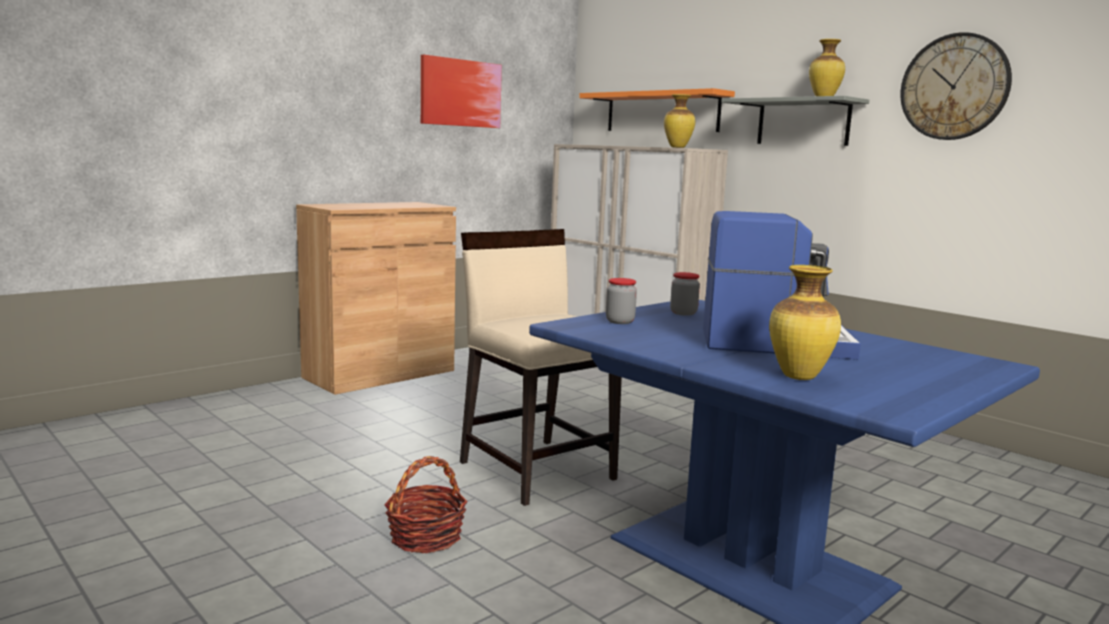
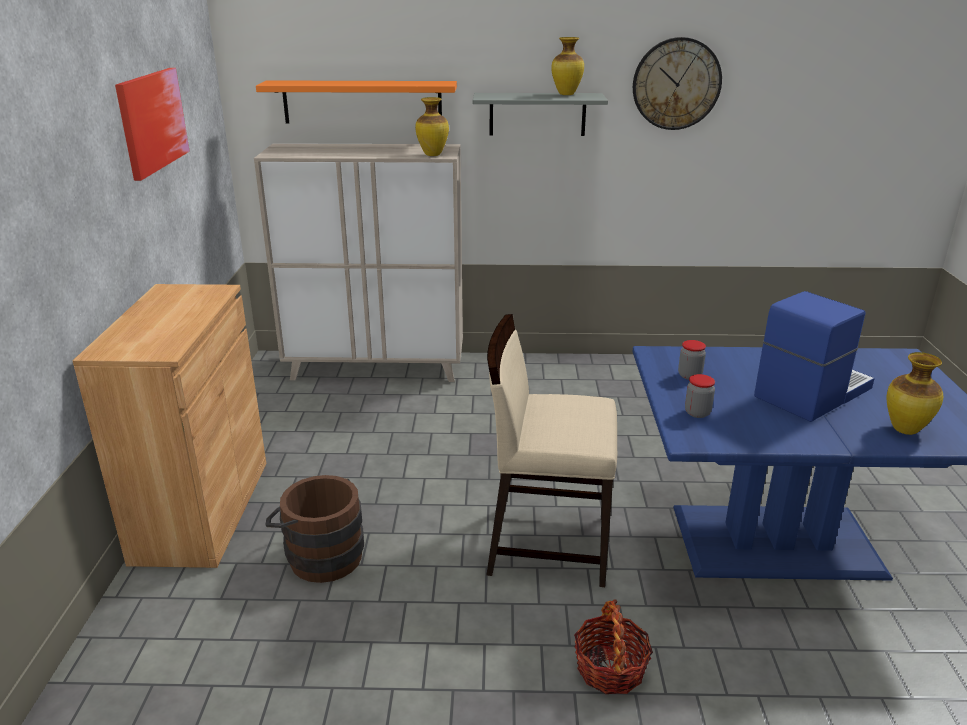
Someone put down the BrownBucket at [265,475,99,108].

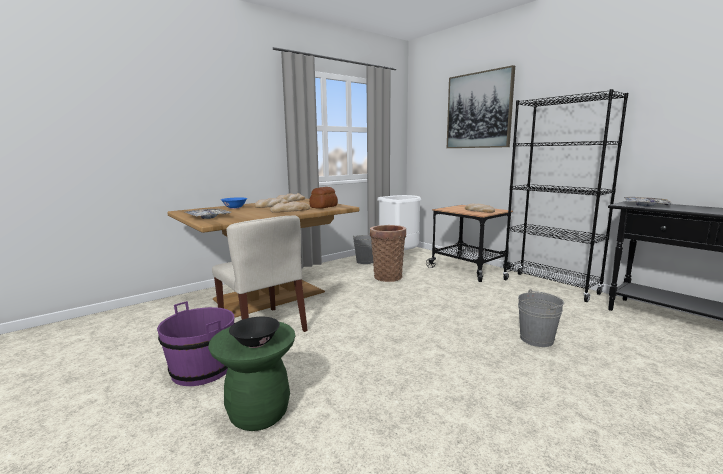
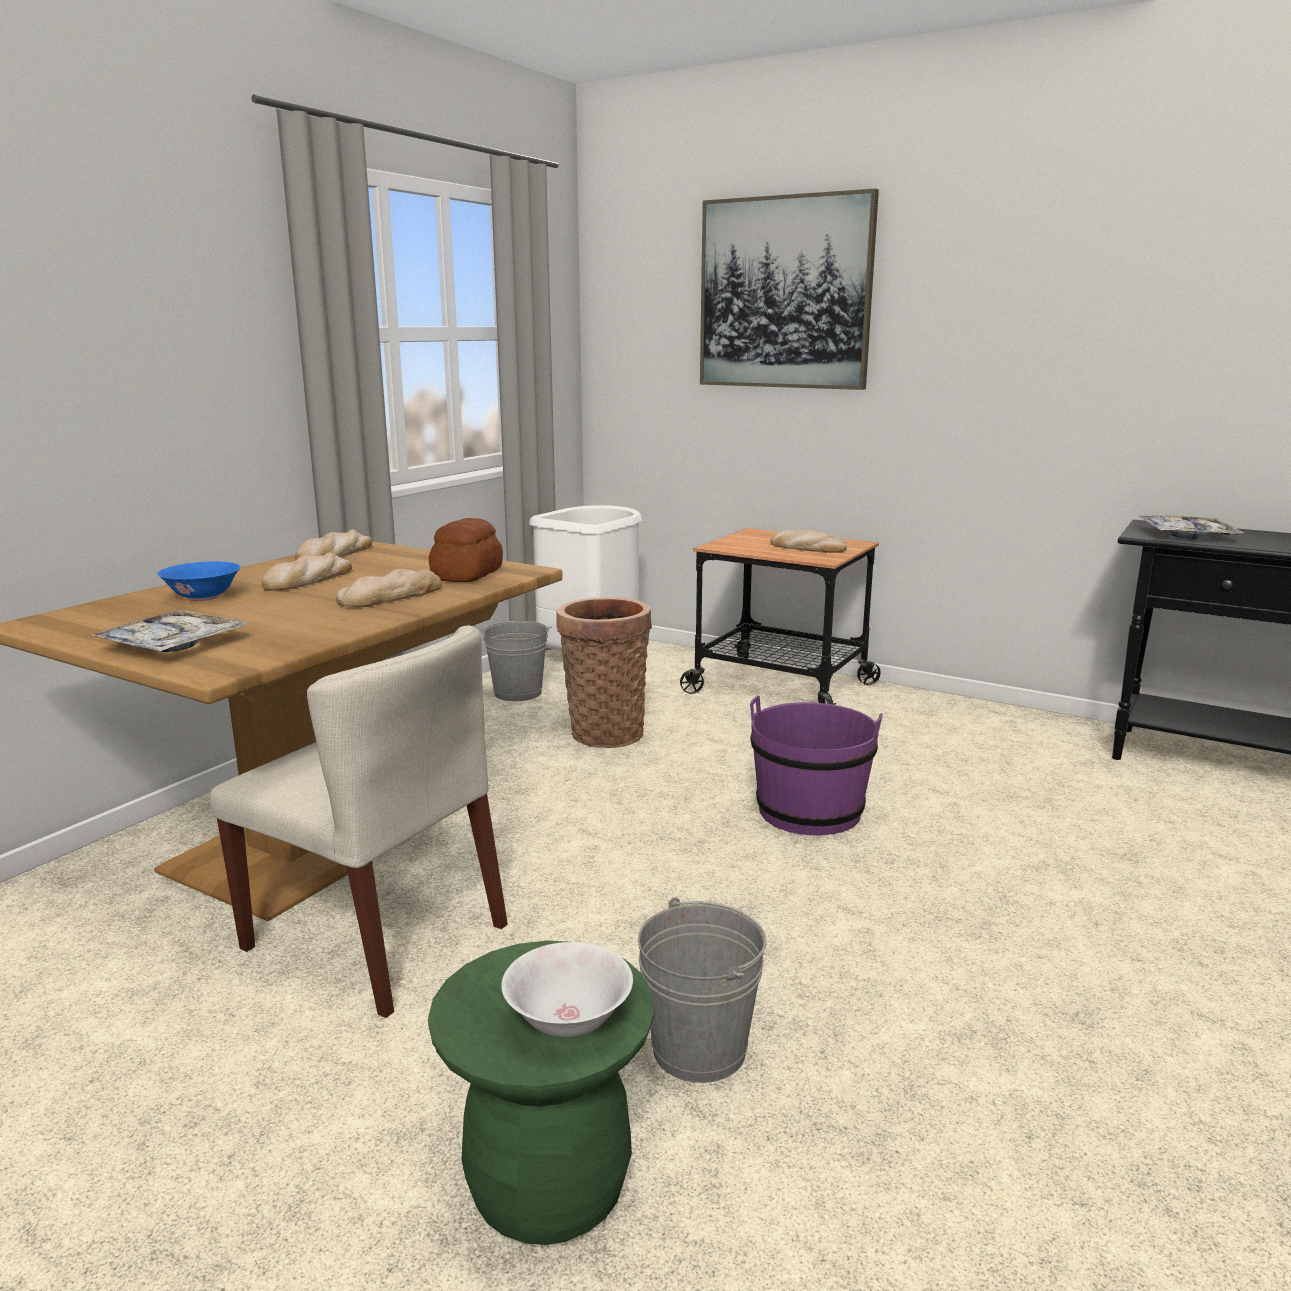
Someone took away the BlackBookcase at [503,89,125,213].
Someone carried the GreyBucket from [518,289,46,58] to [638,897,129,186].
Someone carried the PurpleBucket from [157,301,78,85] to [750,696,133,140].
Someone repainted the BlackBowl at [229,317,51,31], which became the WhiteBowl at [501,942,132,95].

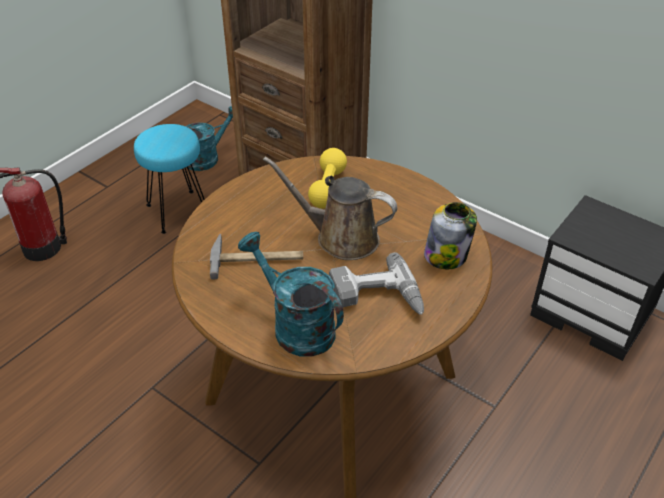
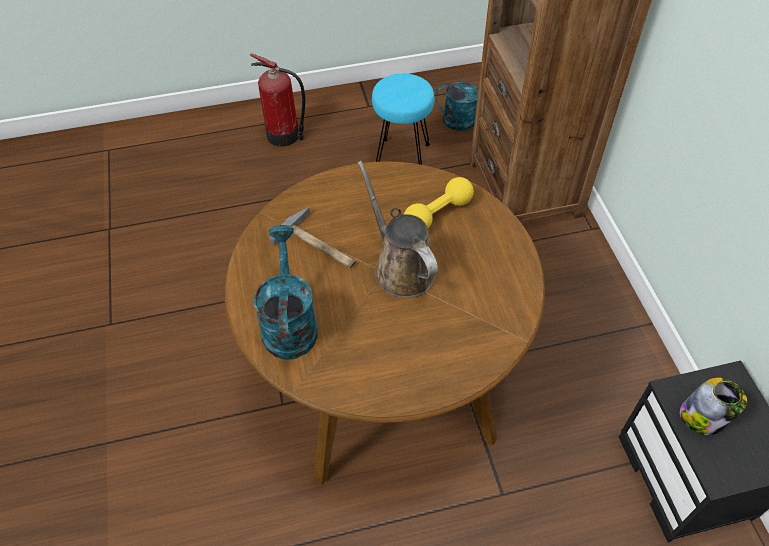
Someone carried the Jar from [424,202,53,67] to [680,378,67,57].
Someone took away the PowerDrill at [329,252,95,62].

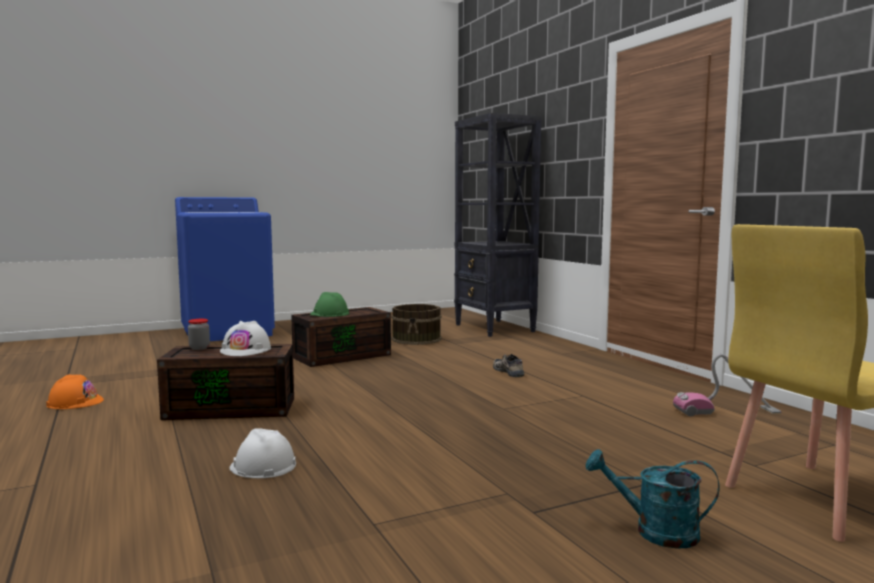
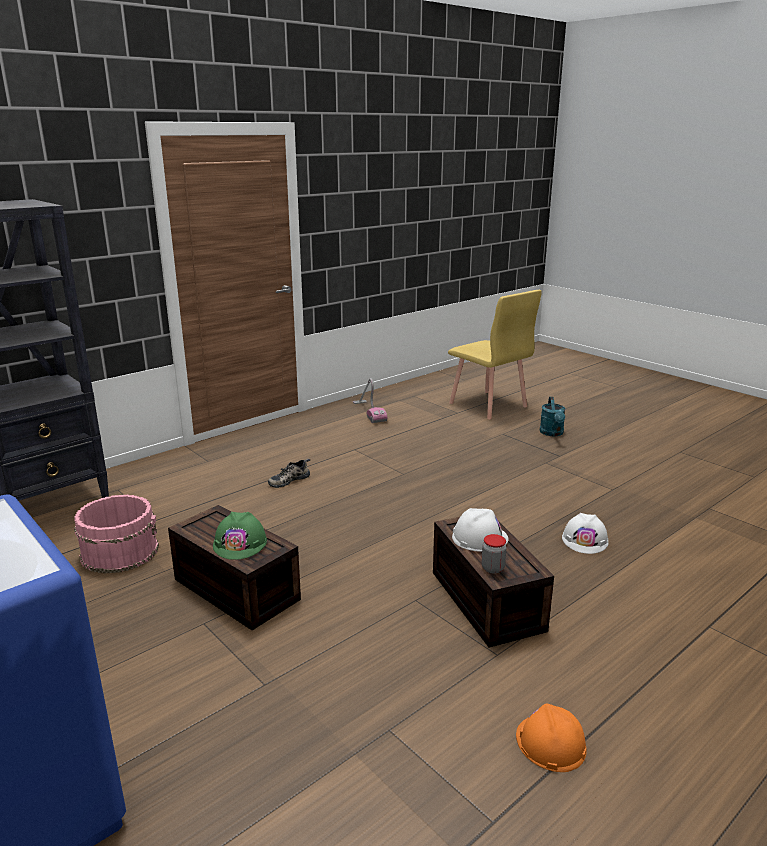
Someone repainted the BrownBucket at [391,304,51,41], which became the PinkBucket at [74,495,85,79].

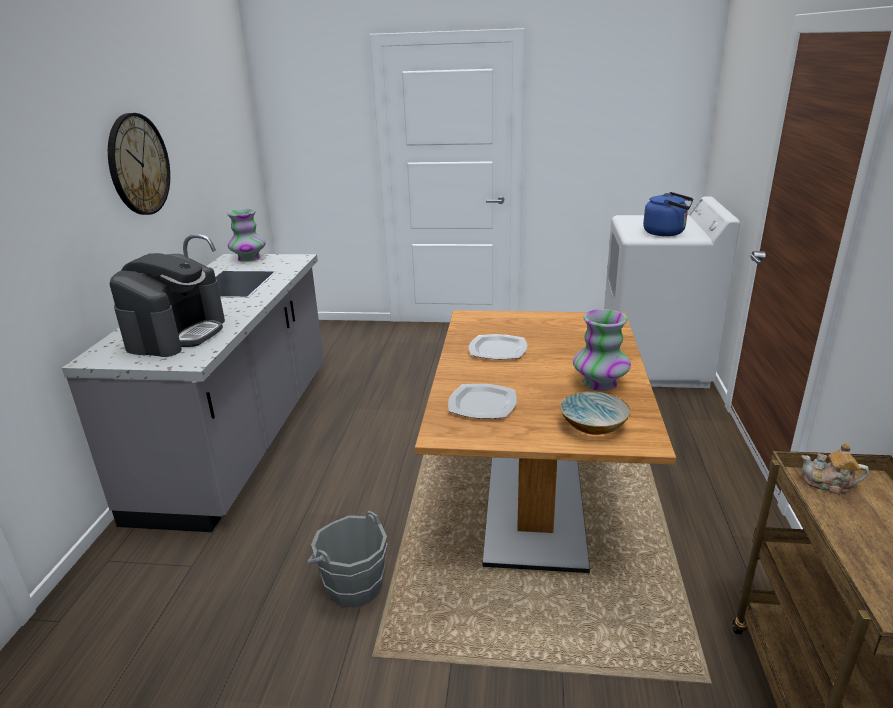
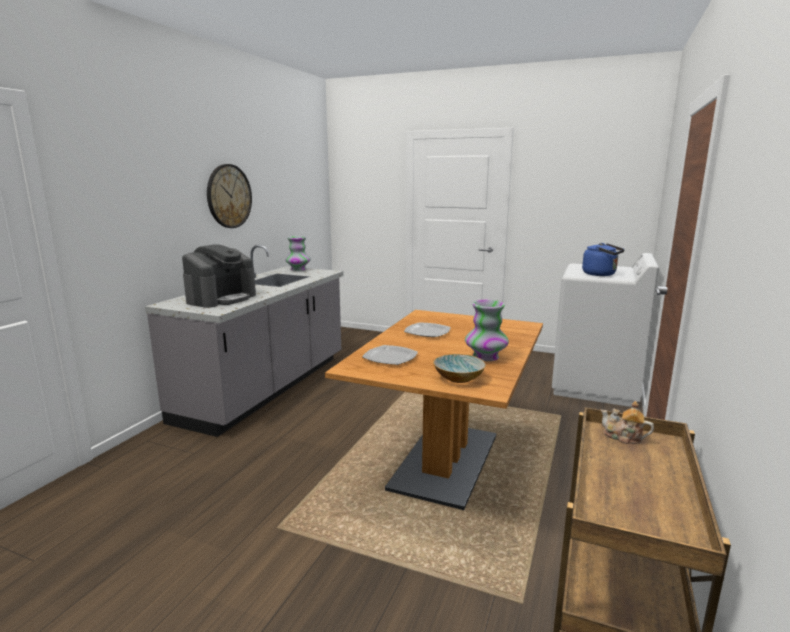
Someone took away the GreyBucket at [307,511,80,97].

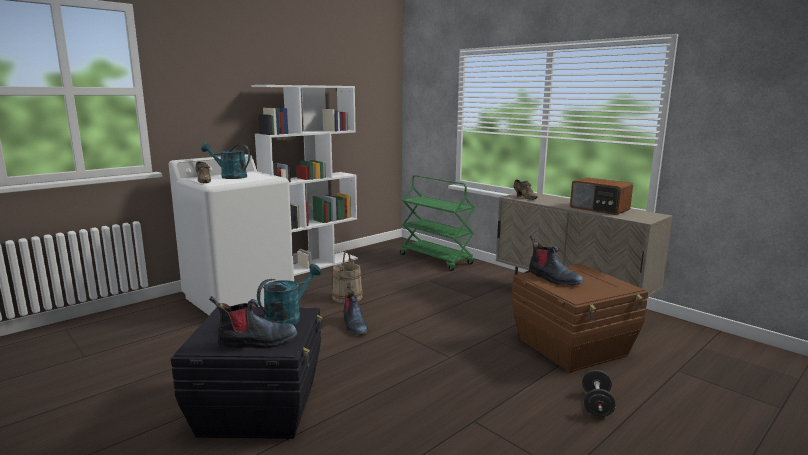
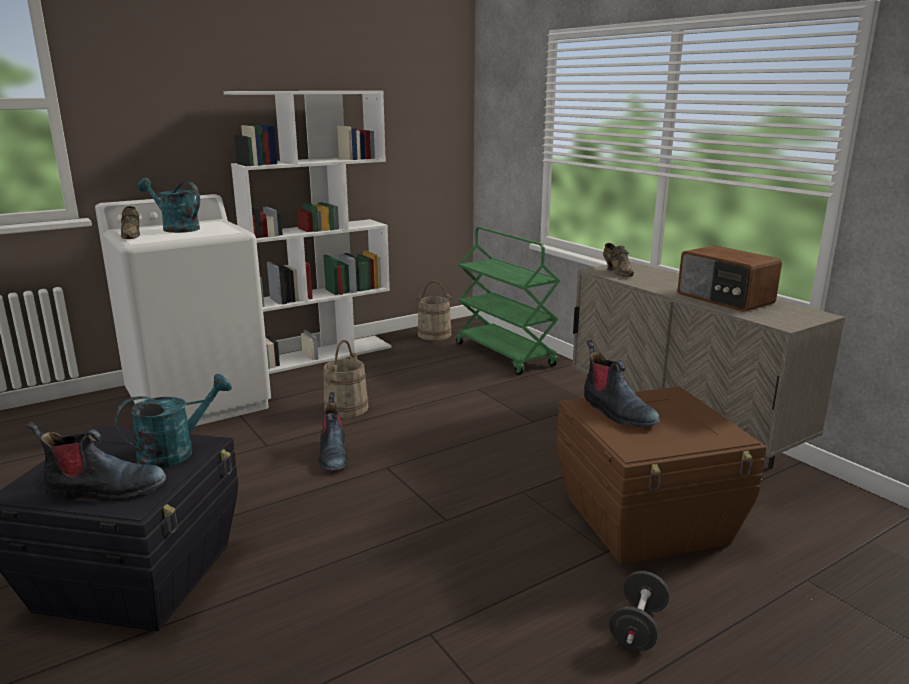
Someone put down the BeigeBucket at [416,281,36,59].

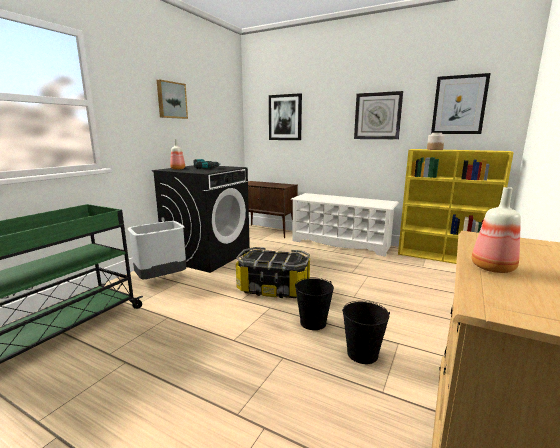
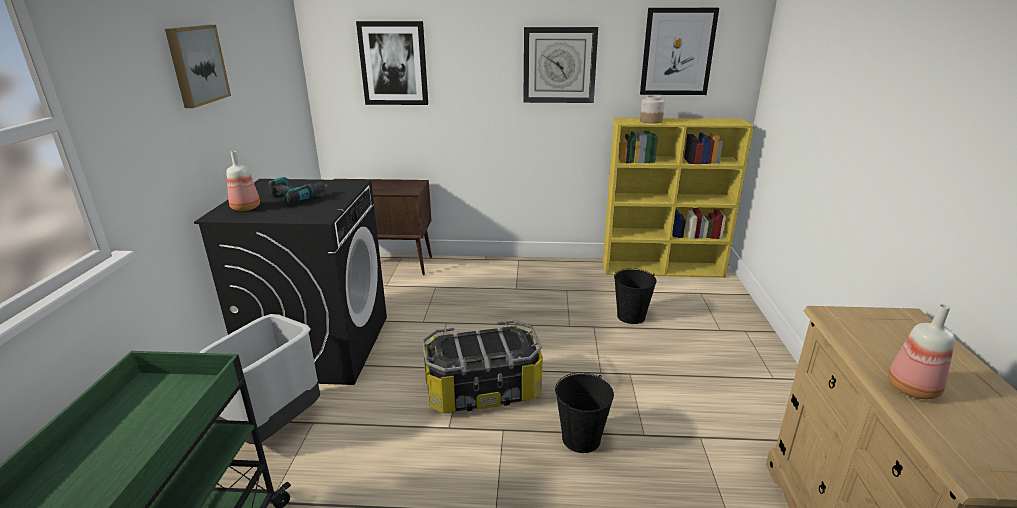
Someone took away the WhiteShoeRack at [291,193,108,64].
Someone carried the BlackBucket from [342,301,48,63] to [614,268,43,56].

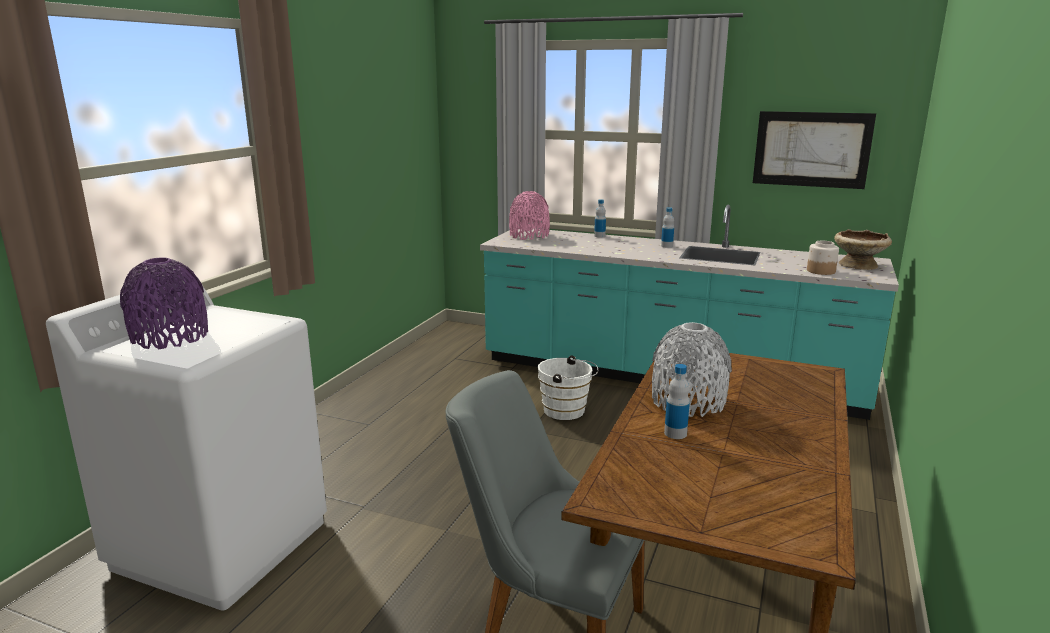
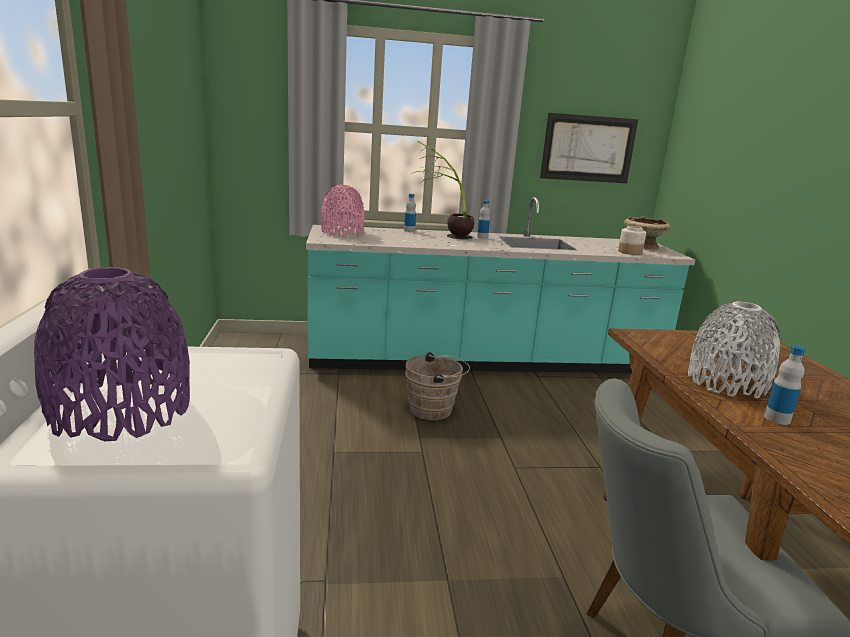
Someone repainted the WhiteBucket at [538,355,60,65], which became the BrownBucket at [405,352,65,68].
Someone put down the PottedPlant at [410,141,64,98].

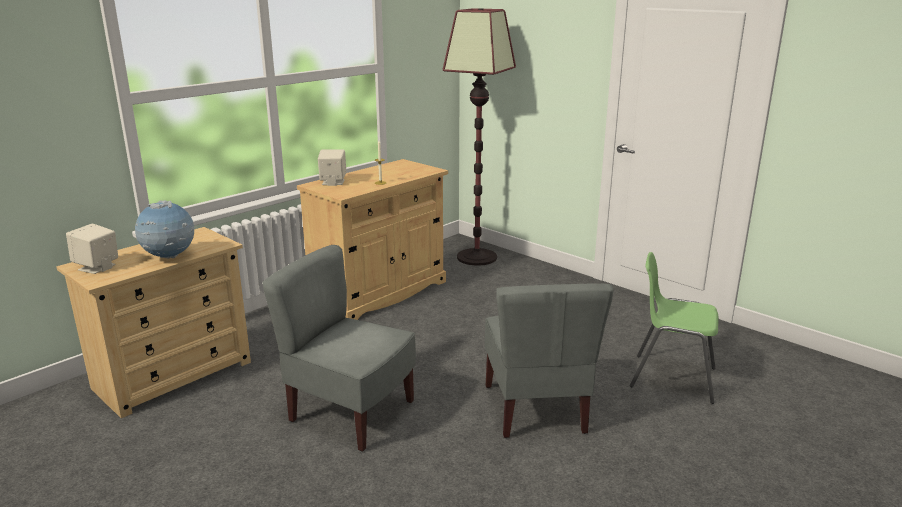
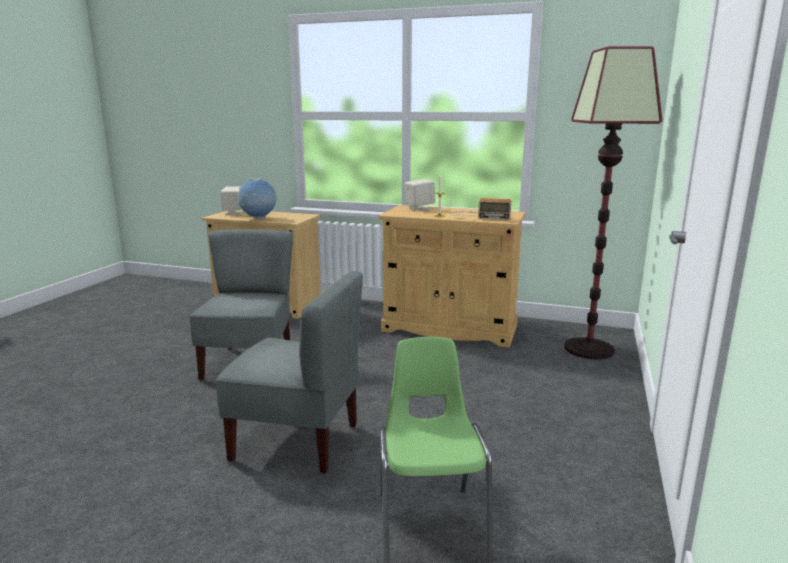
Someone rotated the GreyChair at [485,283,129,155] by 135 degrees counterclockwise.
Someone put down the Radio at [450,198,61,22].

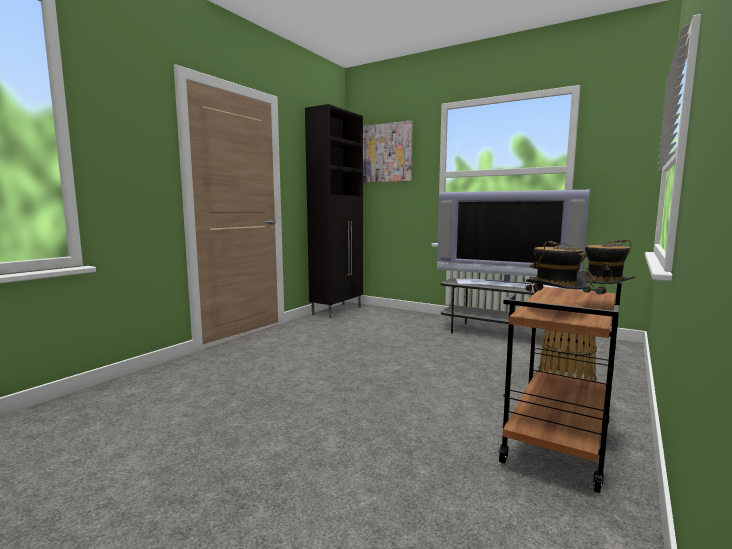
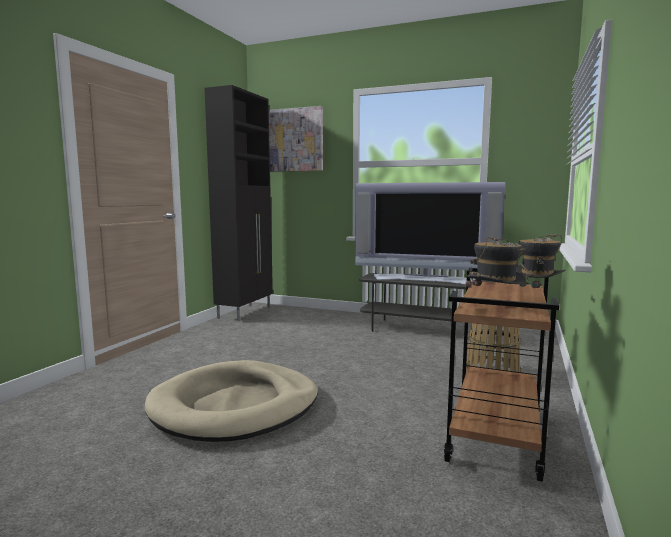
Someone put down the BeigeDogBed at [145,360,173,82].

